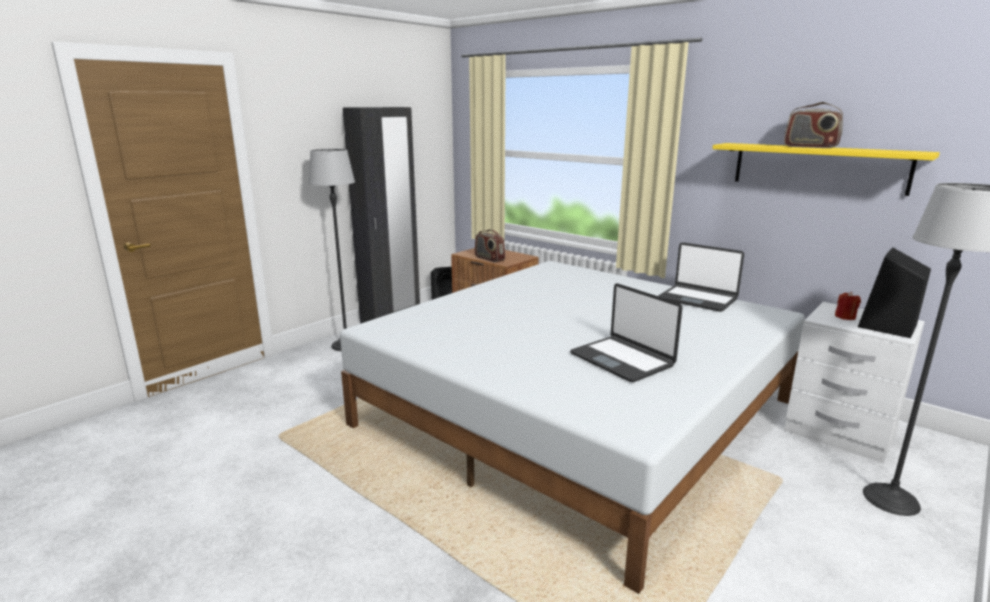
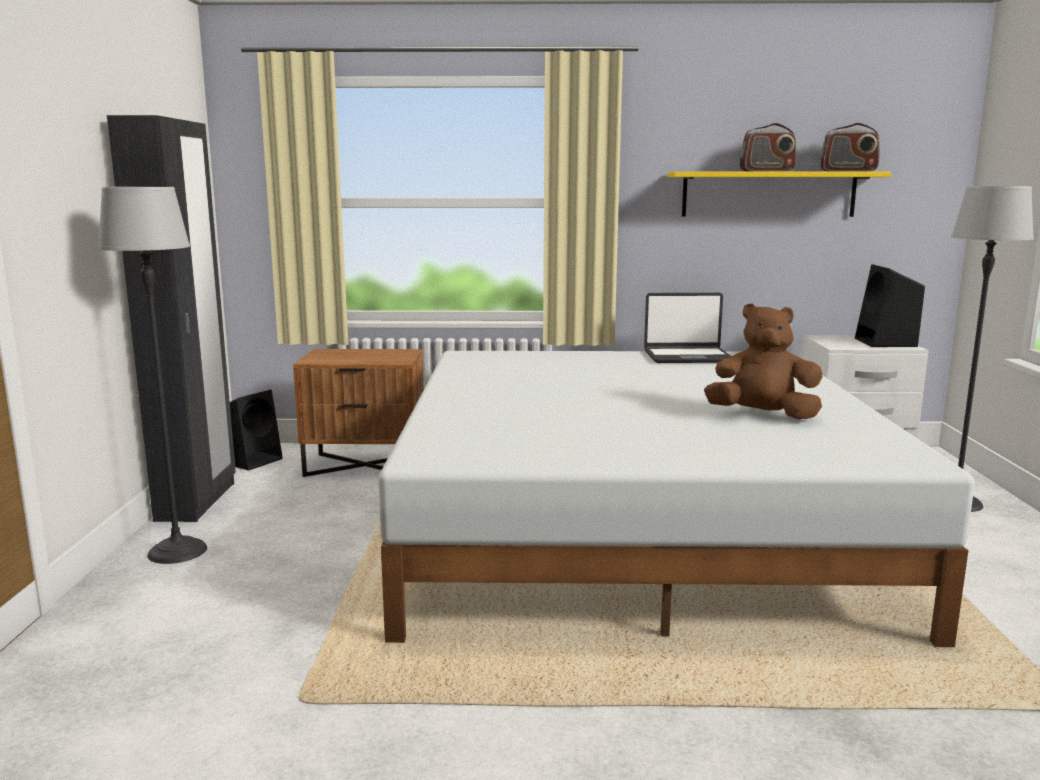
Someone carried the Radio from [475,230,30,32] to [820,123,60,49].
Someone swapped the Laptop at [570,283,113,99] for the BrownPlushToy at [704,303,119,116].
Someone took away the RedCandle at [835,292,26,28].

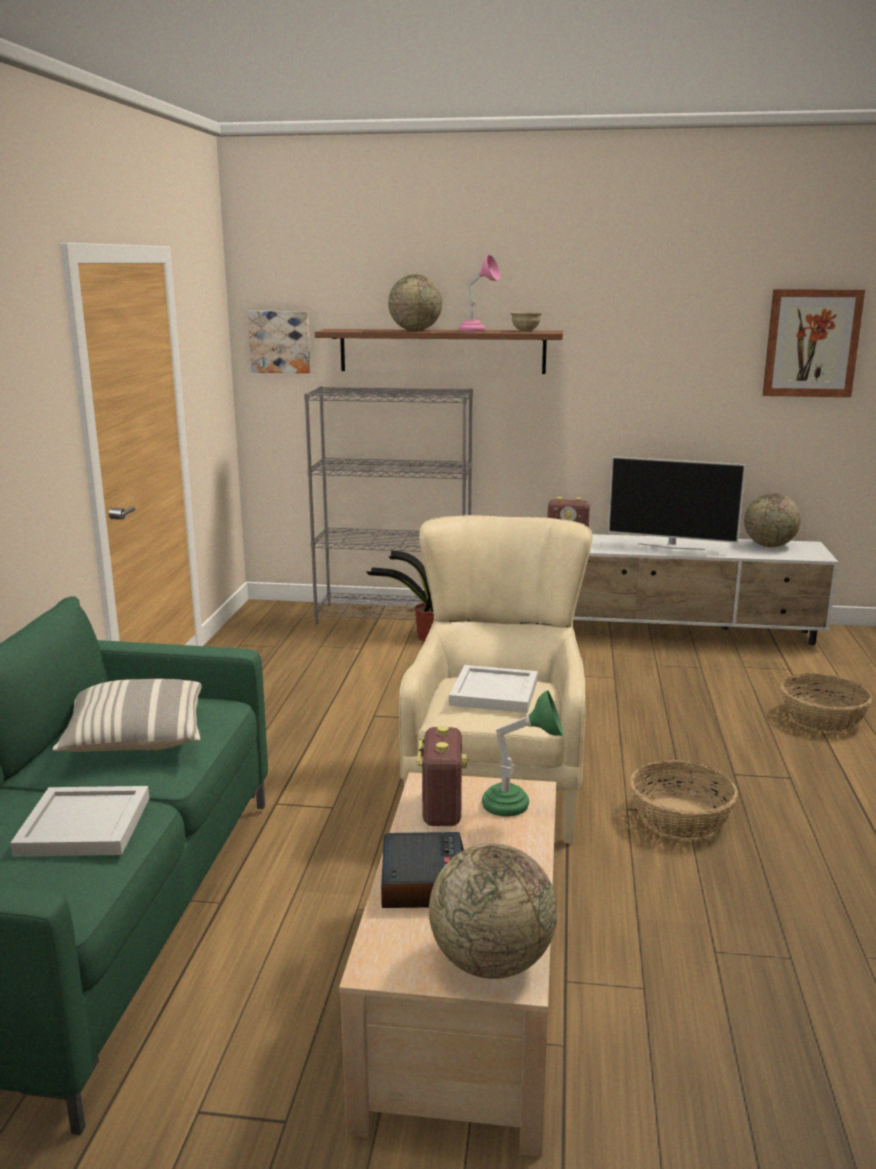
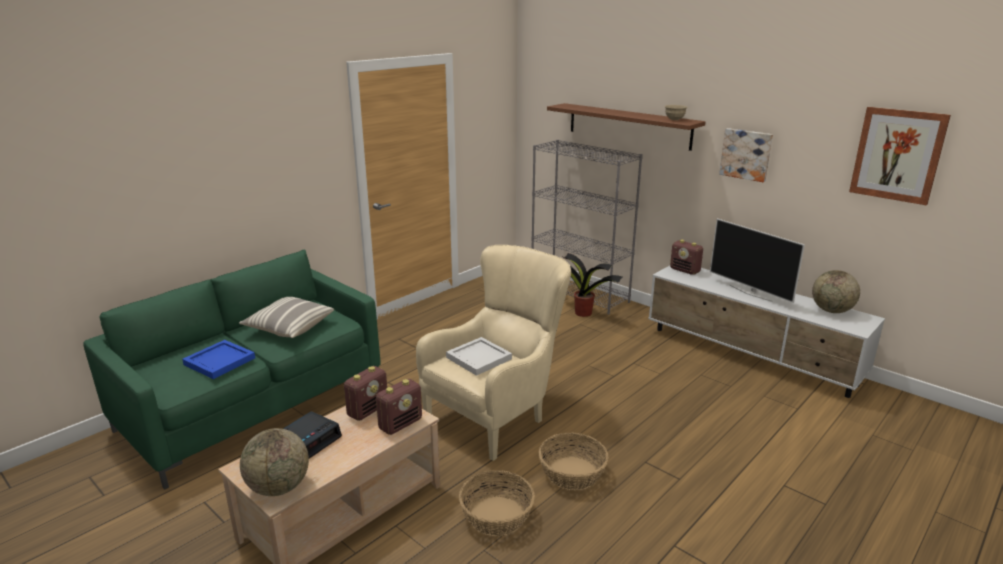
Someone took away the PinkTableLamp at [459,255,41,77].
Someone took away the Globe at [388,274,54,57].
Someone carried the Picture from [248,311,63,62] to [719,128,54,54].
Someone carried the Basket from [781,673,91,60] to [459,470,76,67].
Someone swapped the GreenTableLamp at [482,690,81,127] for the Radio at [376,379,46,56].
Someone repainted the WhiteTray at [10,786,139,71], which became the BlueTray at [182,340,73,39].

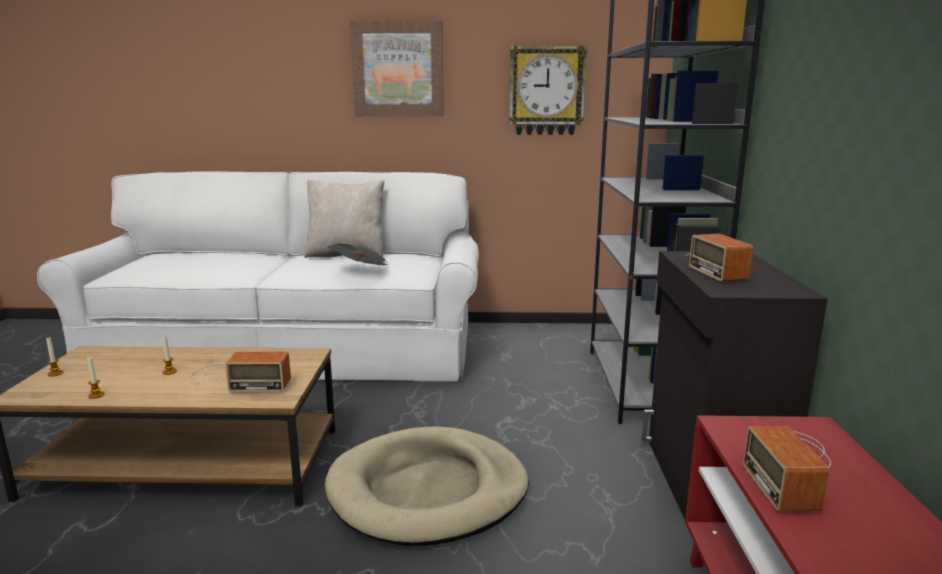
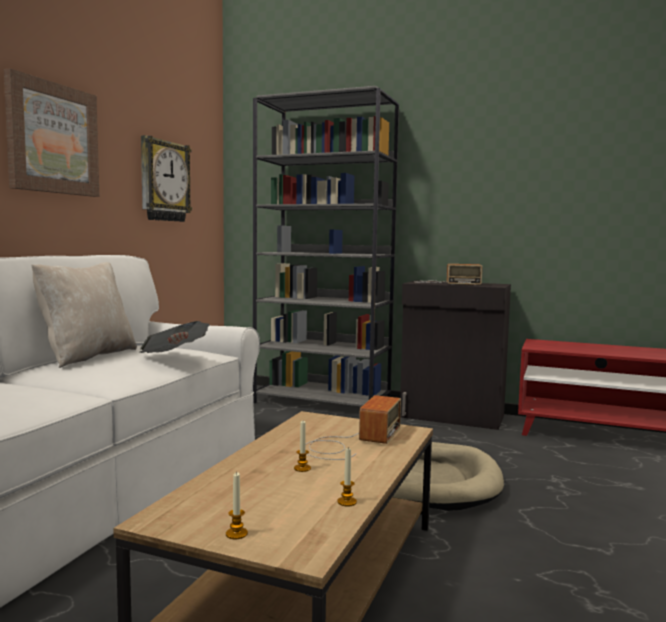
Someone took away the Radio at [743,426,88,85].

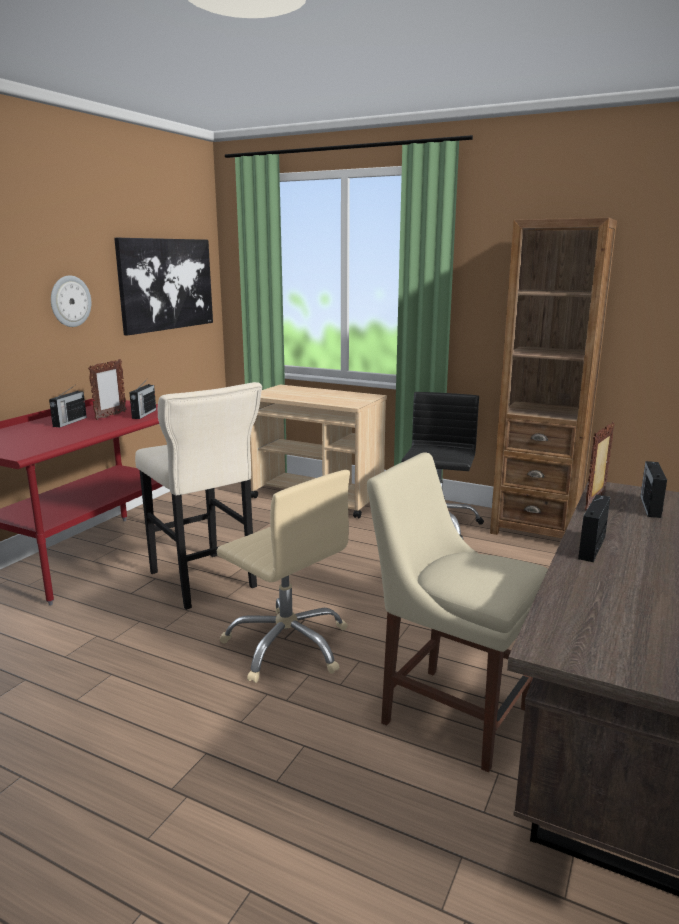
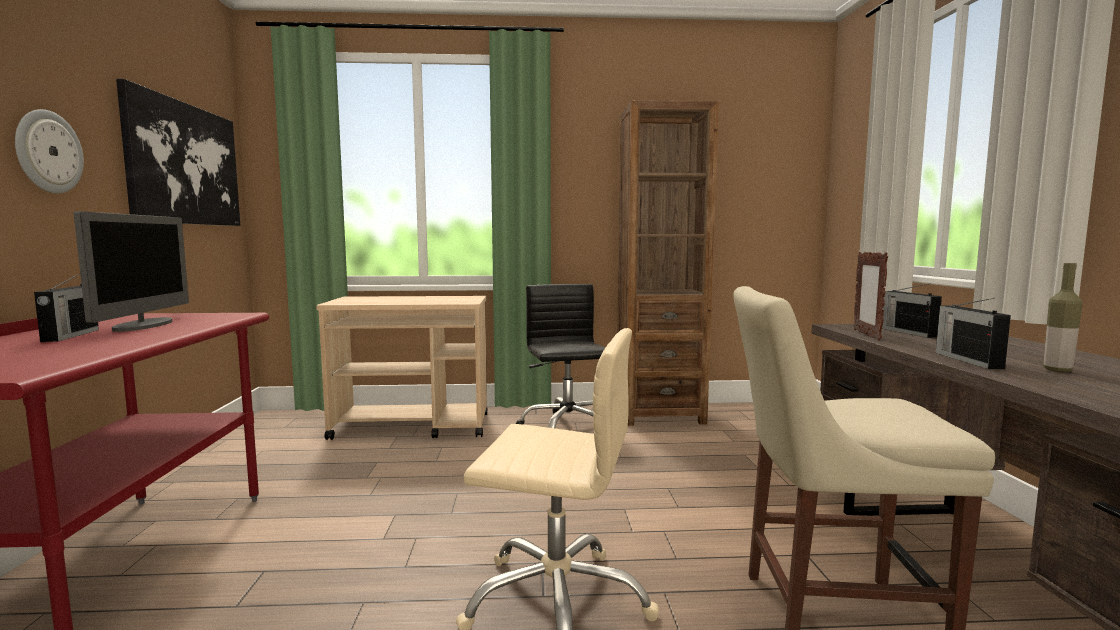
Someone swapped the PictureFrame at [88,359,39,61] for the Monitor at [74,211,115,121].
Someone took away the Radio at [129,380,27,39].
Someone took away the BeigeStool at [135,382,127,228].
Someone put down the Bottle at [1043,263,40,109].

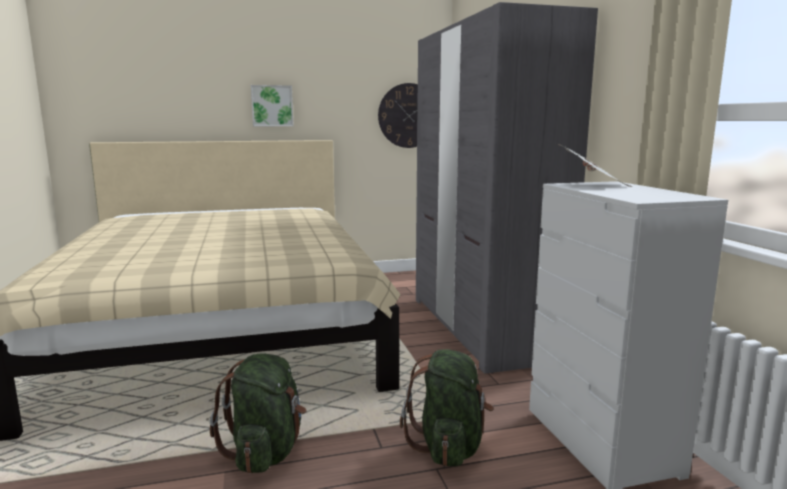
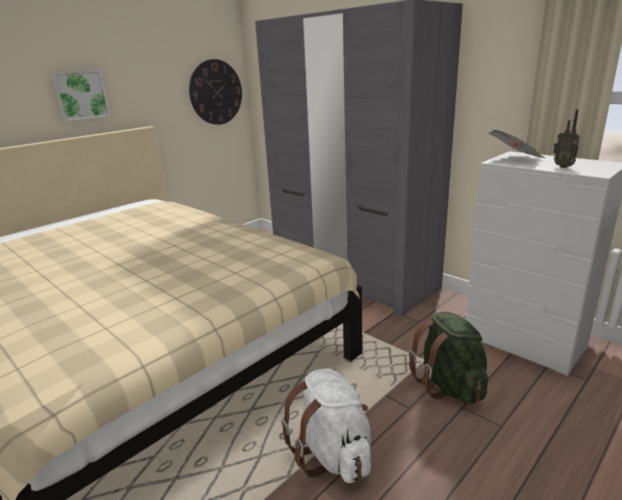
Someone repainted the GreenBackpack at [210,353,96,120], which became the WhiteBackpack at [281,368,90,115].
Someone put down the Radio at [553,109,27,59].

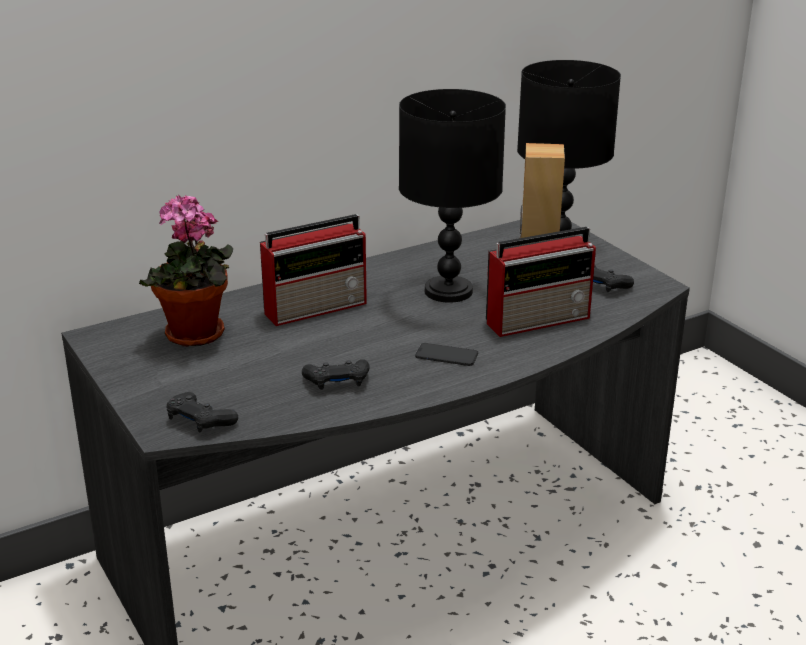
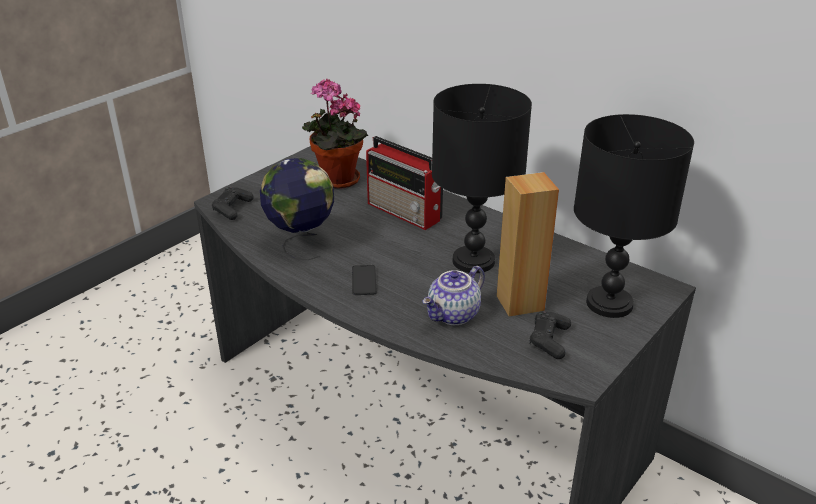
Someone swapped the Radio at [486,227,110,110] for the Teapot at [422,266,63,59].
Someone swapped the BlackGameController at [302,359,68,31] for the Globe at [260,158,74,102].

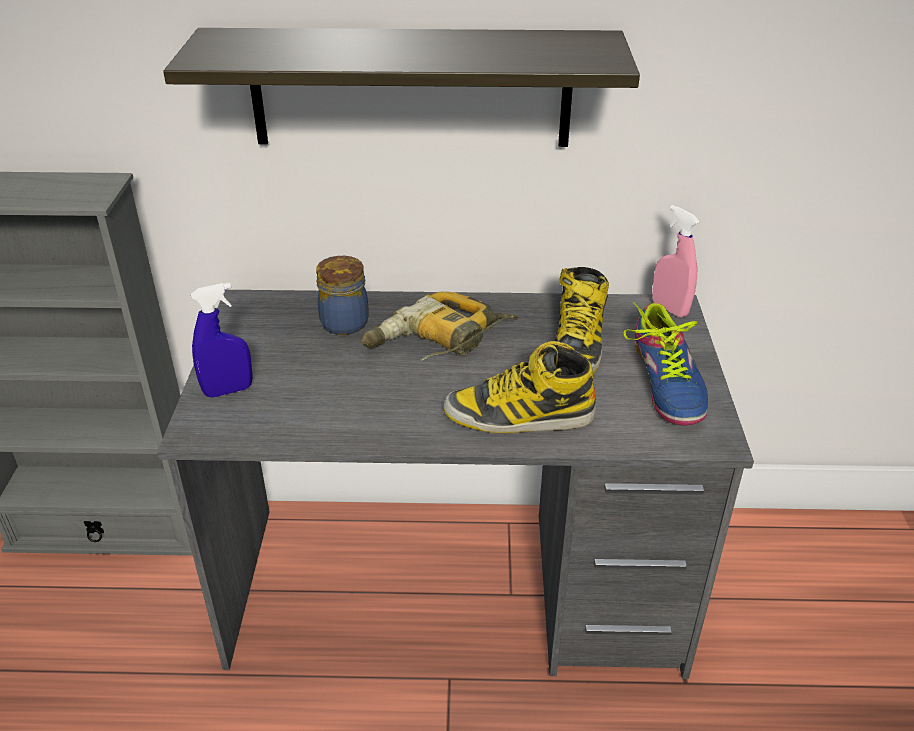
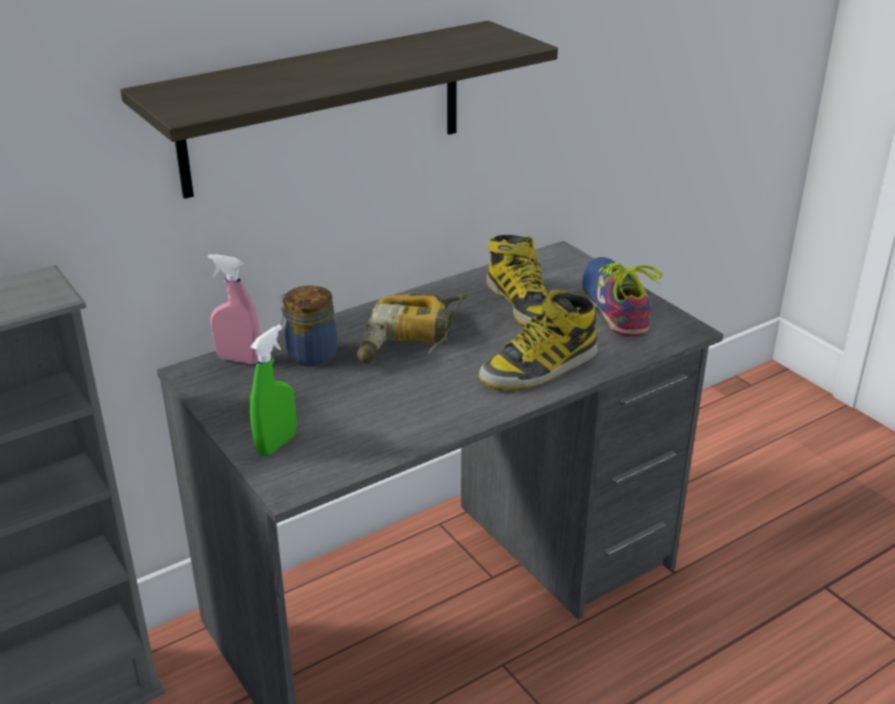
Someone carried the PinkSprayBottle from [652,205,48,113] to [208,254,52,110].
Someone repainted the BlueSprayBottle at [191,283,62,115], which became the GreenSprayBottle at [250,325,47,131].
Someone rotated the Shoe at [624,302,84,123] by 150 degrees counterclockwise.

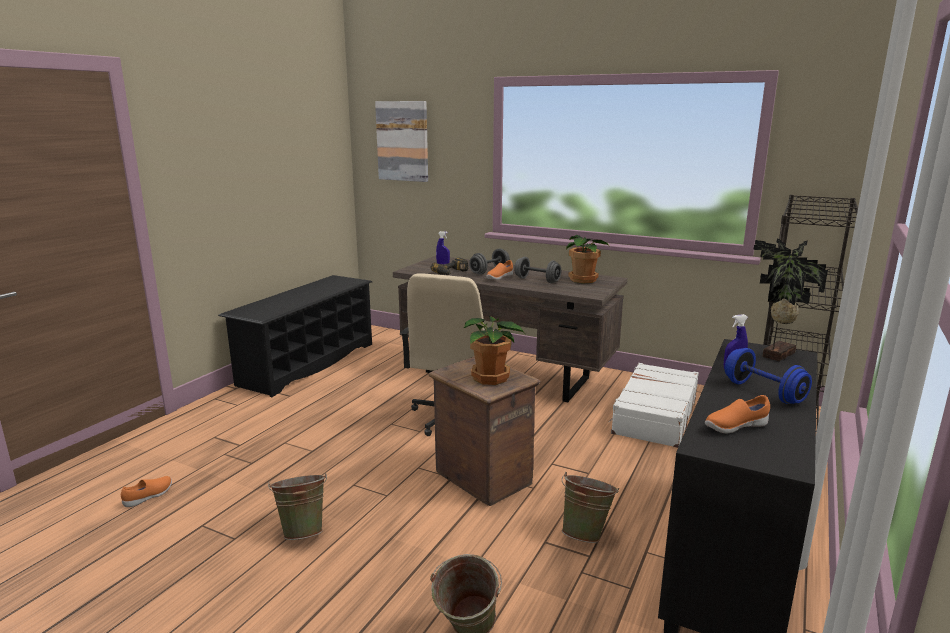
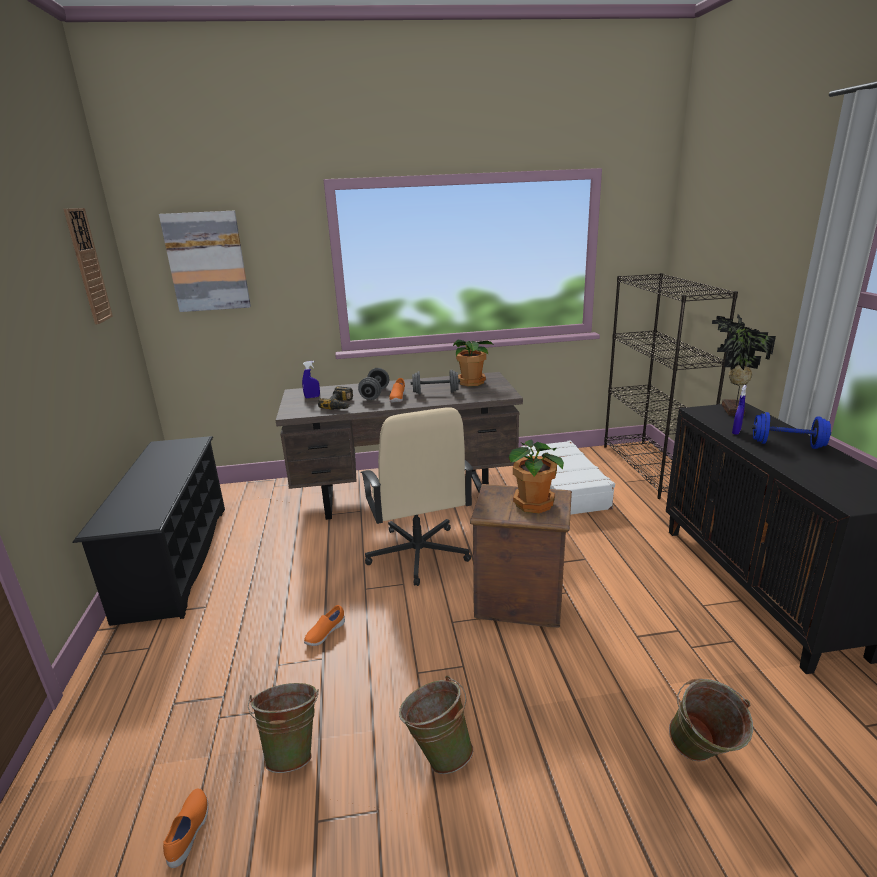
Someone carried the OrangeShoe from [705,395,65,38] to [304,605,41,41].
Someone carried the GreenBucket from [562,472,57,71] to [248,683,71,90].
Someone put up the WallClock at [64,208,49,117].

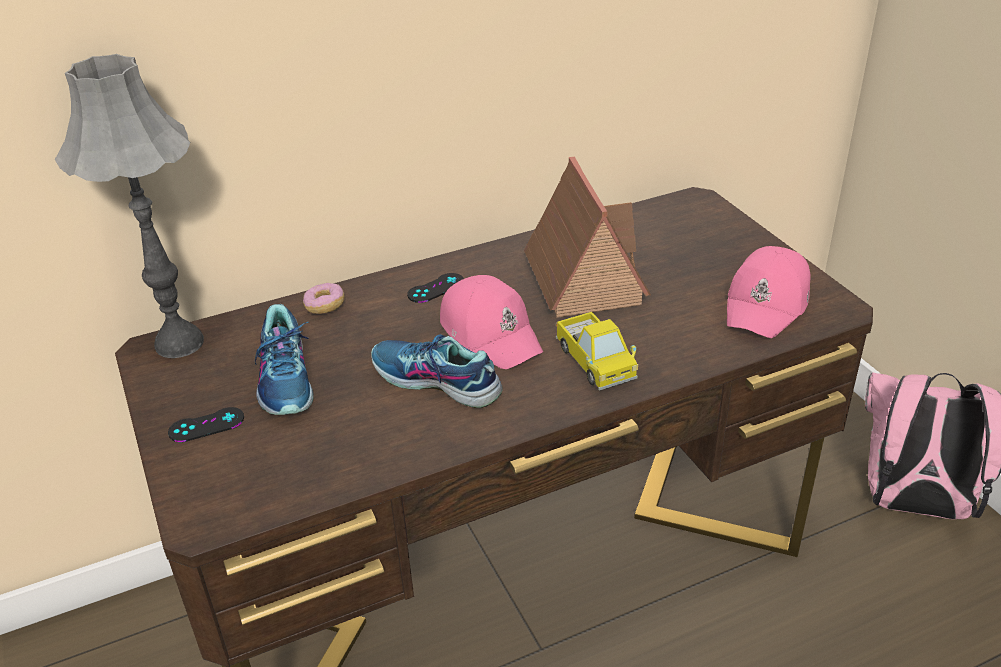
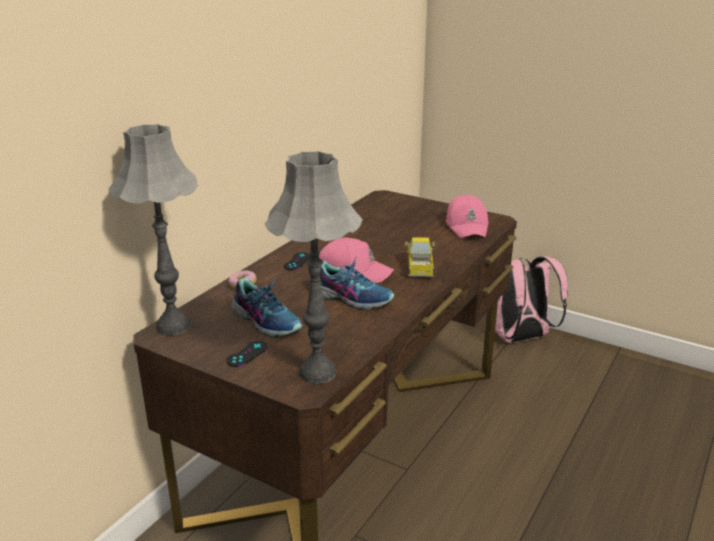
Someone took away the ToyHouse at [524,156,127,162].
Someone rotated the ToyTruck at [556,312,82,79] by 120 degrees counterclockwise.
Someone rotated the Shoe at [371,334,132,74] by 150 degrees counterclockwise.
Someone put down the GreyTableLamp at [265,151,98,233].

